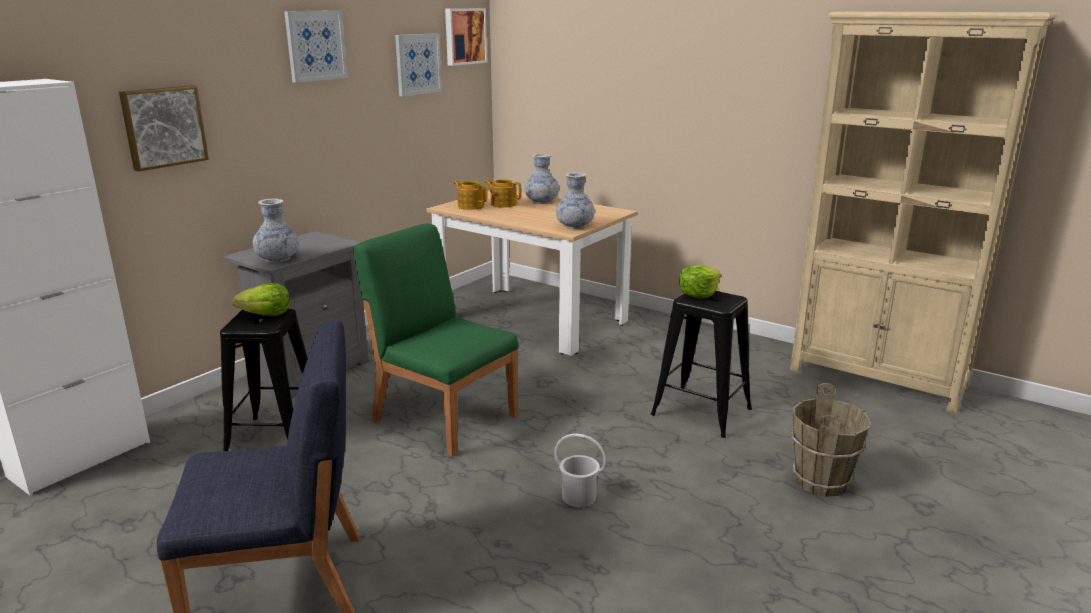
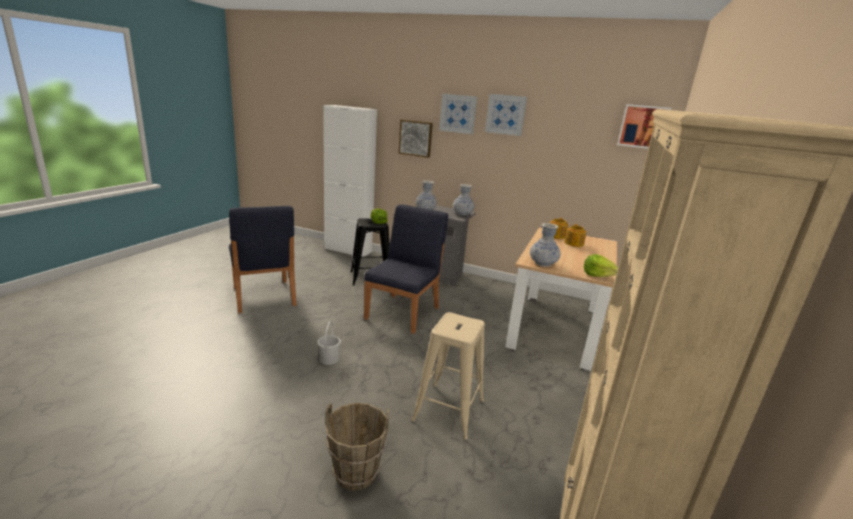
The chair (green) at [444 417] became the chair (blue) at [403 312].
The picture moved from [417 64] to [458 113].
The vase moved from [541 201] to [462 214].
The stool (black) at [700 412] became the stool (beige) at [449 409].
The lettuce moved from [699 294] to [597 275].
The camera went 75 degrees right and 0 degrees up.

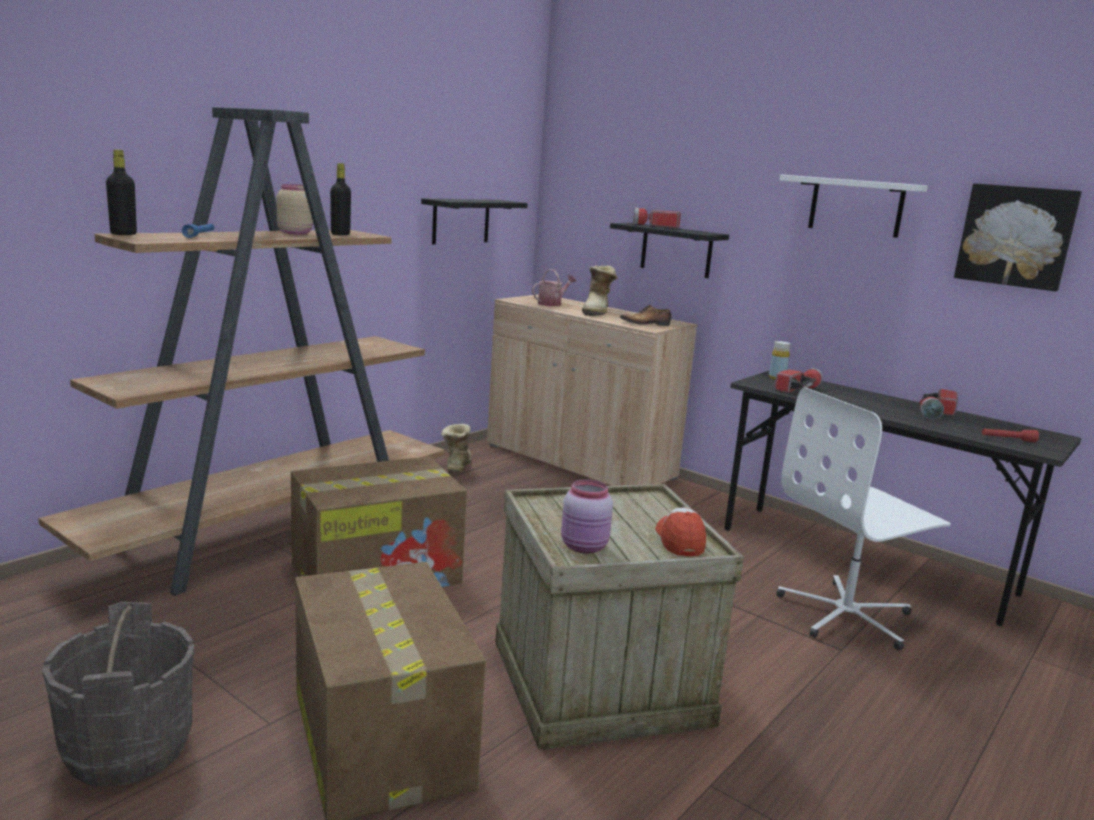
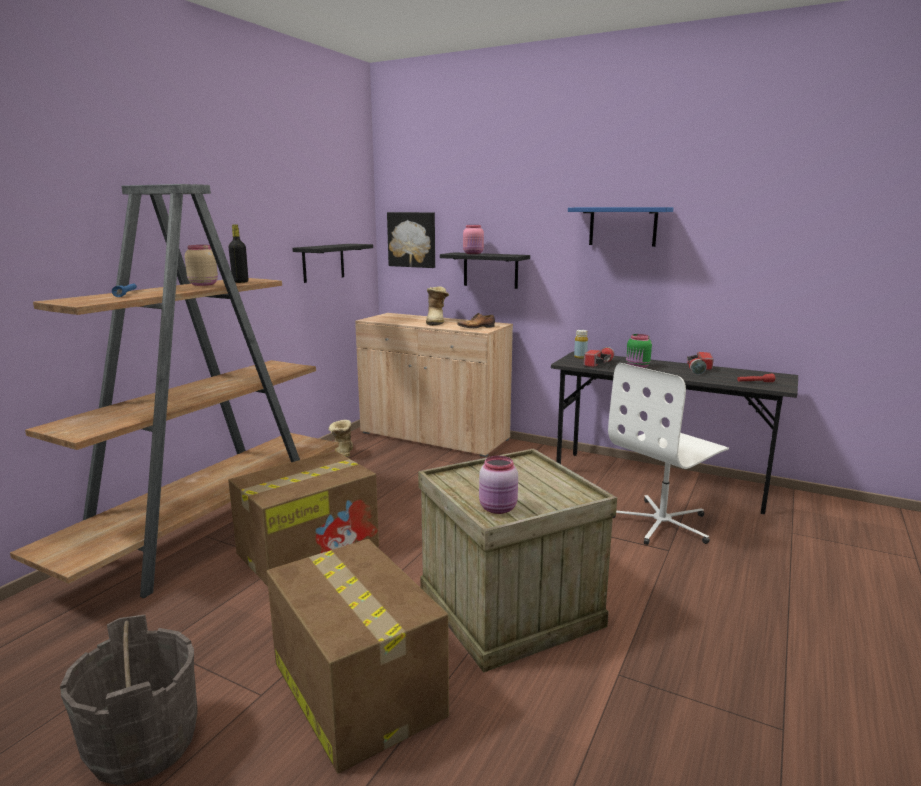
The bottle (black) at [123 234] disappeared.
The watering can at [552 304] disappeared.
The flashlight at [655 226] was replaced by the jar (pink) at [473 253].
The cap at [679 540] disappeared.
The shelf (white) at [856 206] became the shelf (blue) at [622 226].
The picture moved from [1016 236] to [412 239].
The jar (green) at [637 366] appeared.
The camera went 10 degrees left and 0 degrees up.

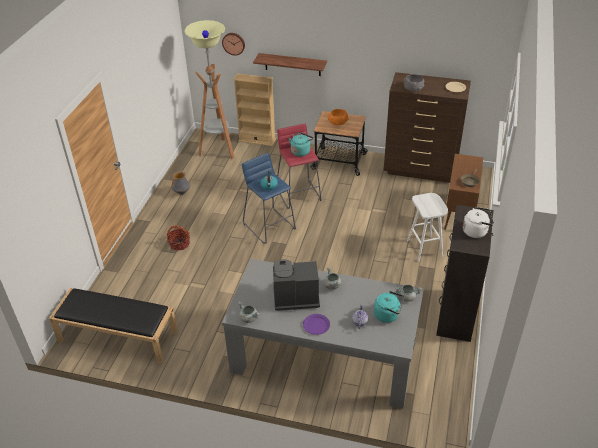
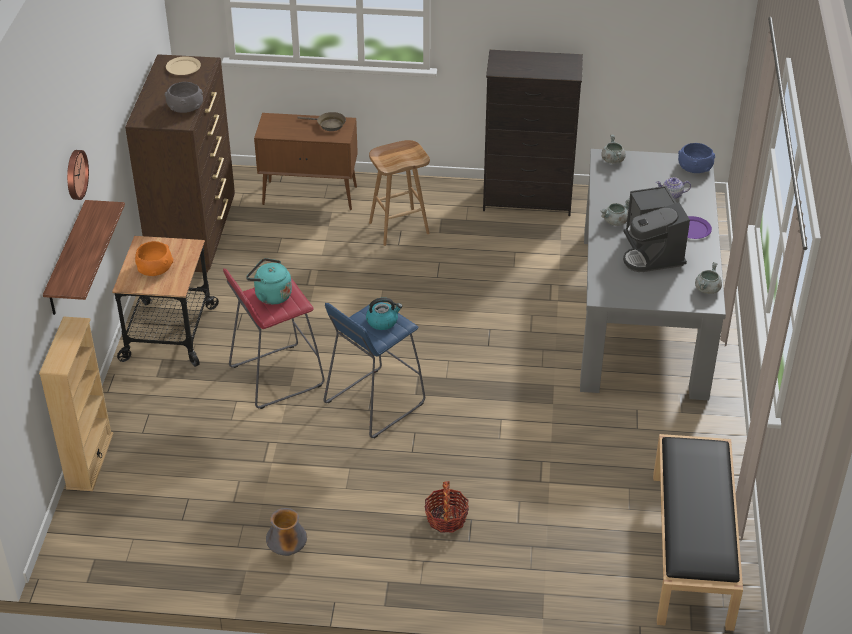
The floor lamp at [218 151] disappeared.
The wall clock moved from [233 43] to [75 174].
The kettle (turquoise) at [388 315] disappeared.
The stool (white) at [425 248] became the stool (brown) at [399 227].
The kettle (white) at [476 231] disappeared.
The bowl (blue) at [694 167] appeared.
The camera went 100 degrees left and 0 degrees up.

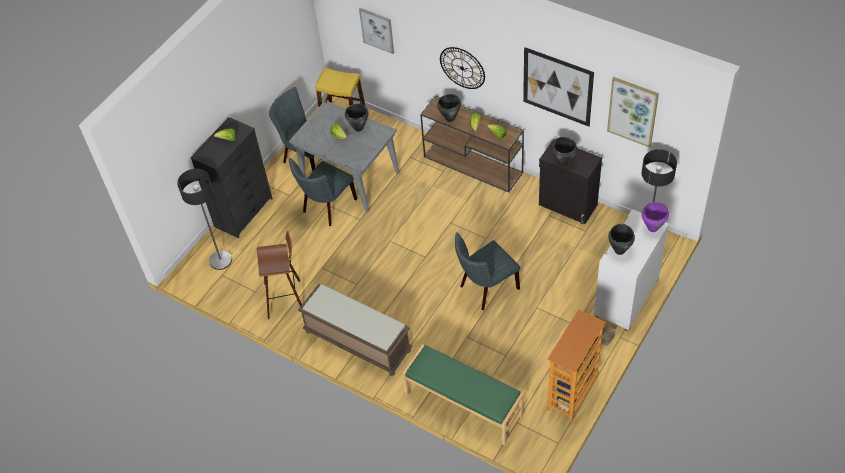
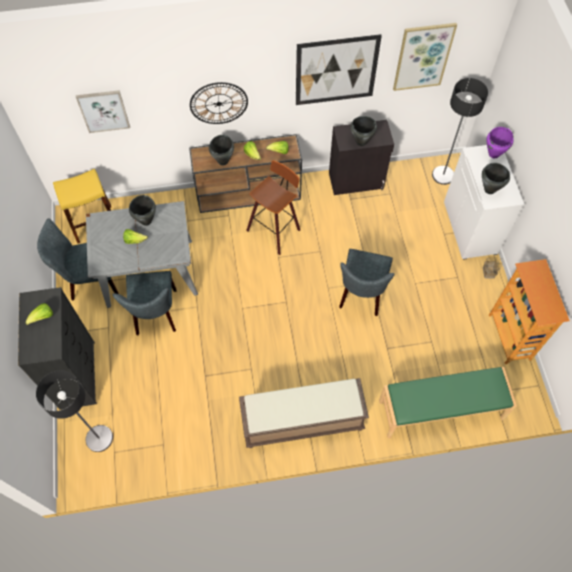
The stool moved from [285 297] to [275 230].
The camera went 45 degrees left and 10 degrees up.

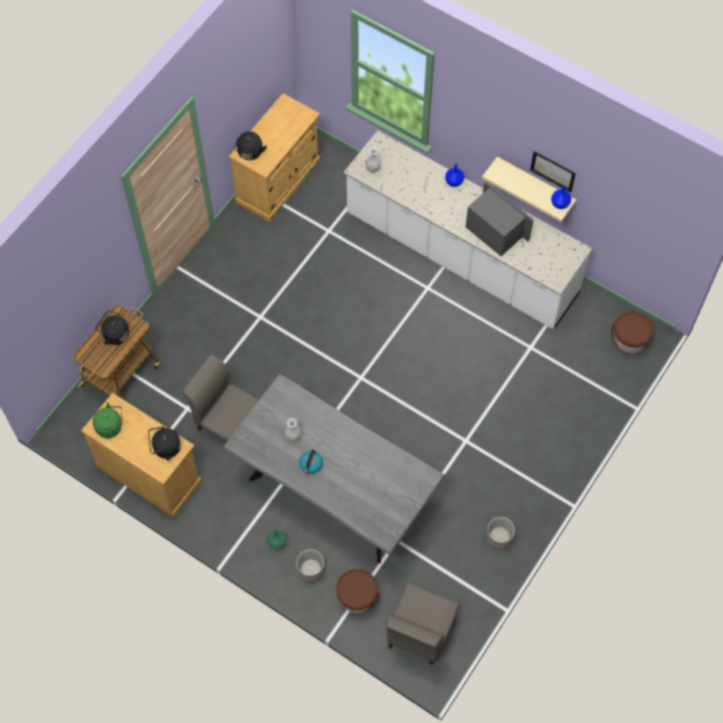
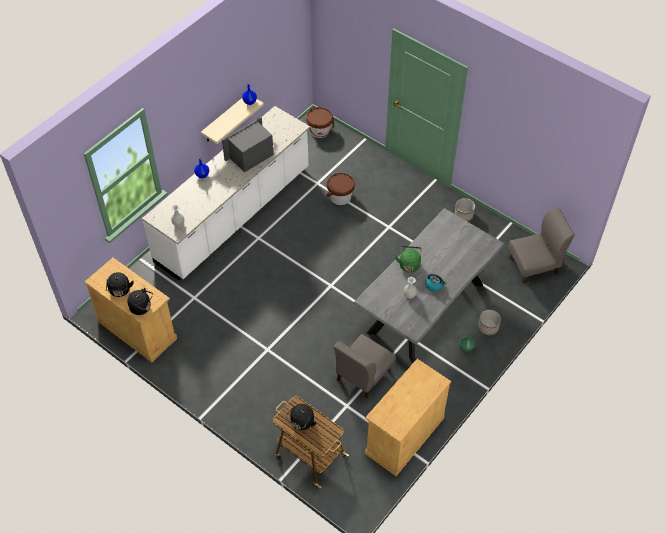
The kettle (green) moved from [111 427] to [409 264].
The kettle (black) moved from [165 448] to [120 291].
The bucket (brown) moved from [357 597] to [340 197].
The chair (grey) at [419 632] turned 45 degrees counterclockwise.
The picture at [552 171] disappeared.
The camera went 85 degrees left and 10 degrees down.

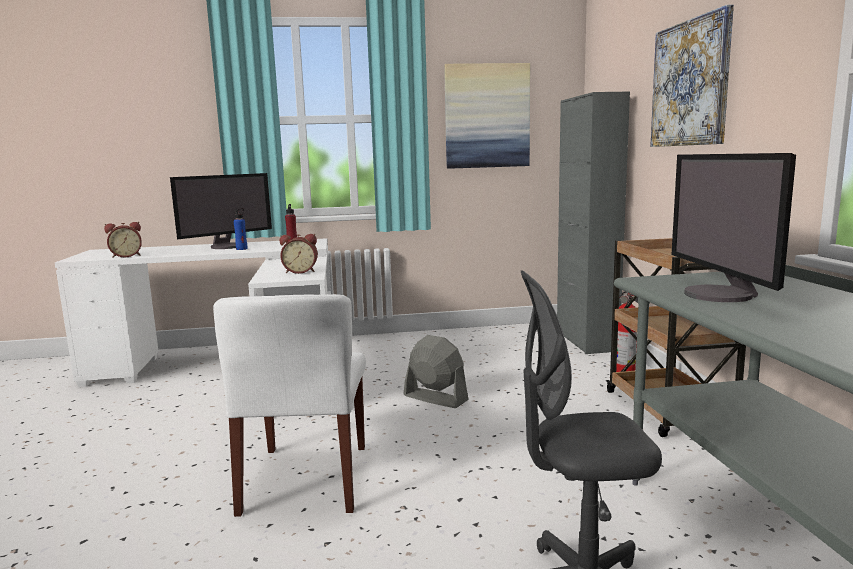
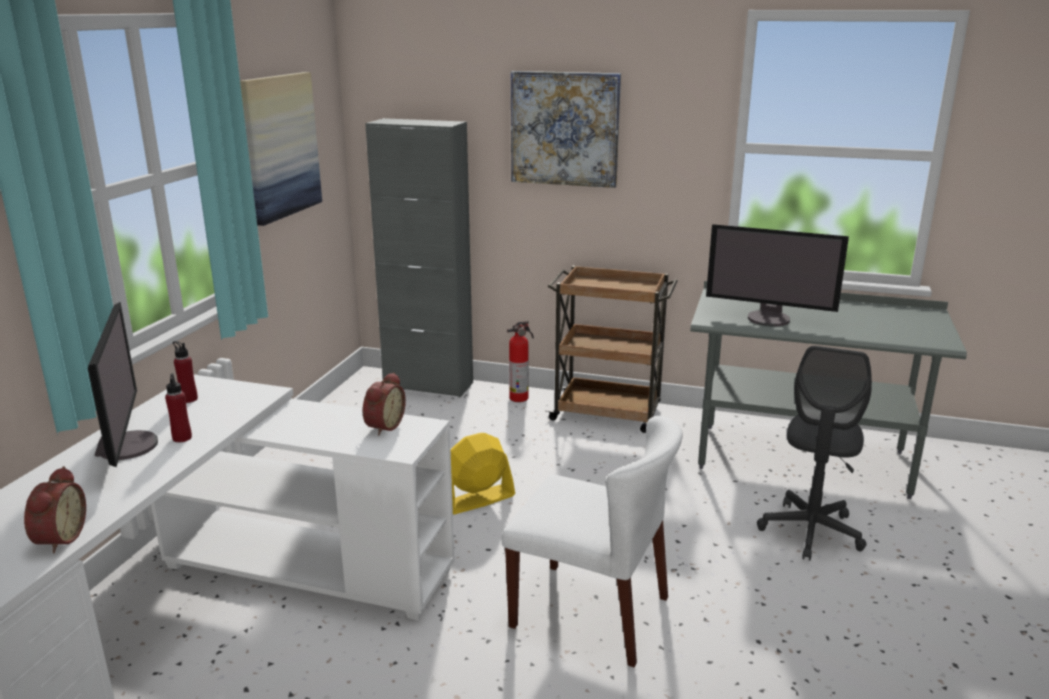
The bottle (blue) at [242 249] became the bottle (red) at [182 438].
The fan (grey) at [435 398] became the fan (yellow) at [478 499].
The camera went 65 degrees left and 10 degrees up.

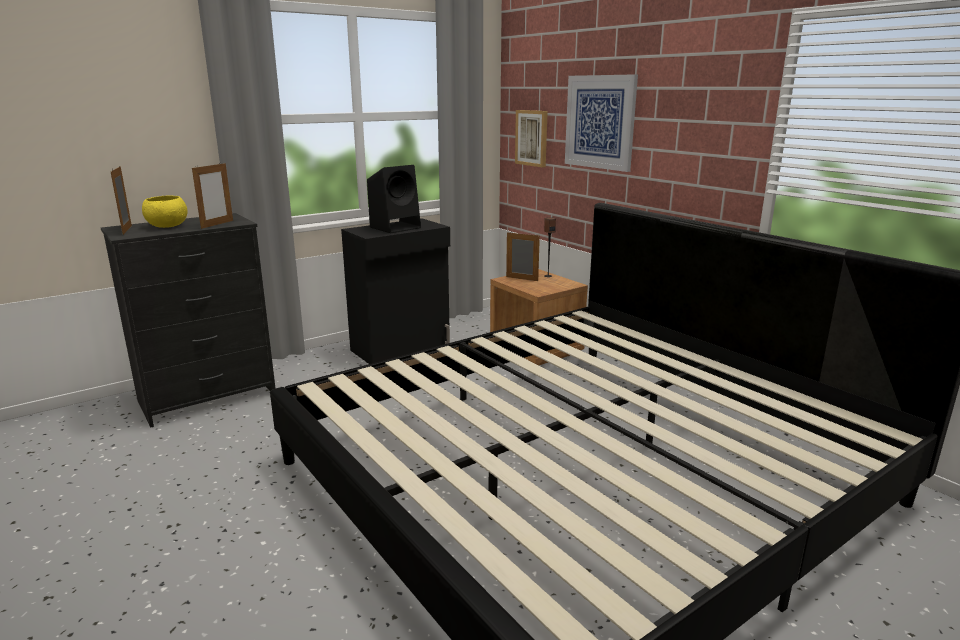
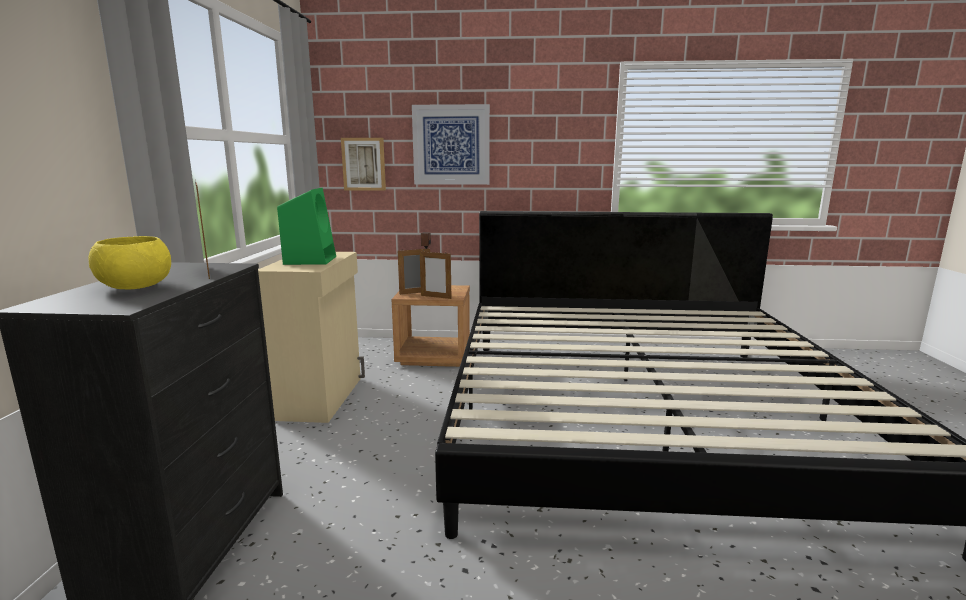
The picture frame moved from [127 230] to [436 297].
The cabinet (black) at [402 348] became the cabinet (beige) at [321 397].
The speaker (black) at [396 227] became the speaker (green) at [310 260].
The camera went 50 degrees left and 5 degrees down.

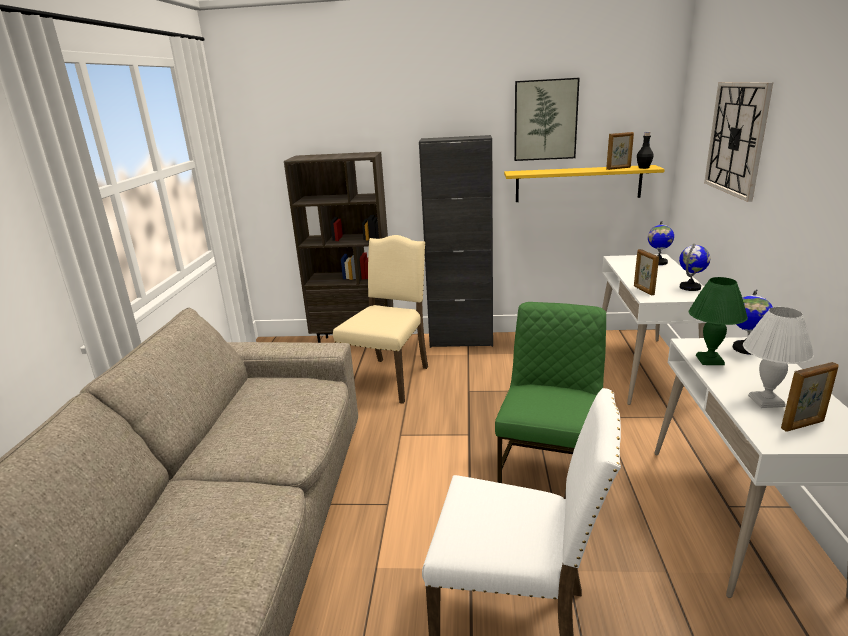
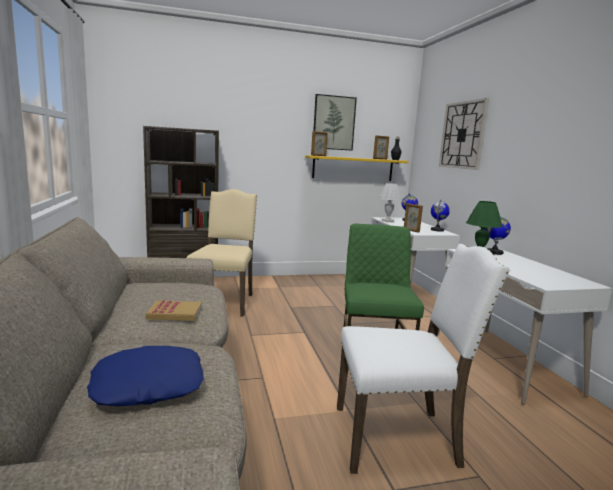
The cabinet (black) at [461 341] disappeared.
The table lamp (white) moved from [765 400] to [387 221].
The picture frame moved from [803 425] to [318 155].
The pillow (blue) at [148 384] appeared.
The book at [175 313] appeared.
The camera went 20 degrees left and 10 degrees down.

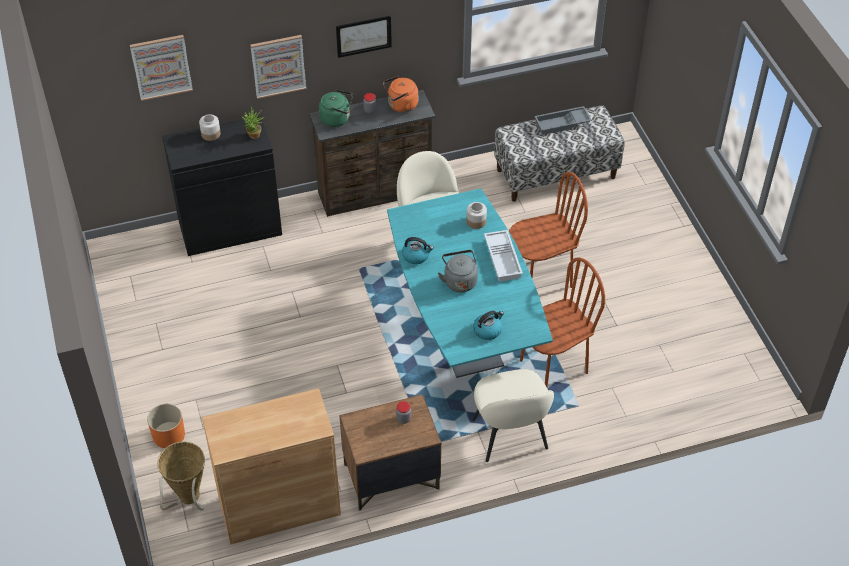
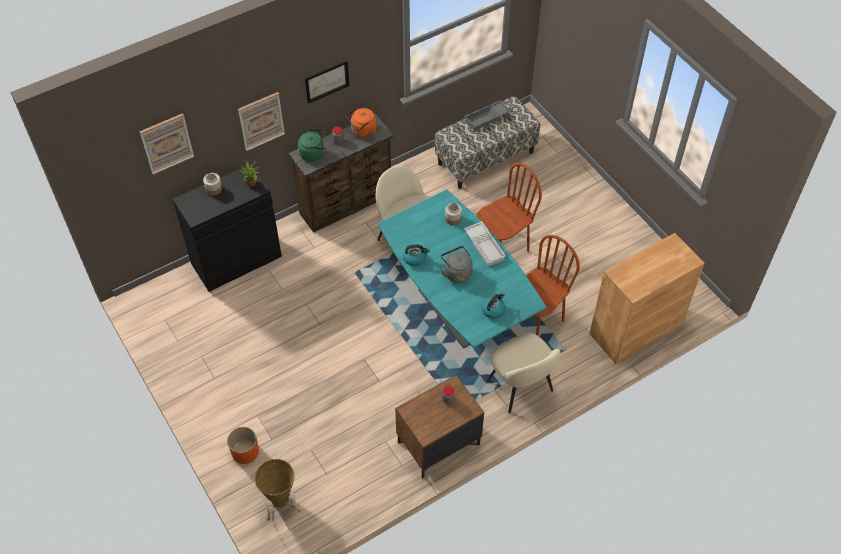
The cabinet (brown) moved from [279 506] to [635 329].
The camera went 15 degrees left and 5 degrees up.

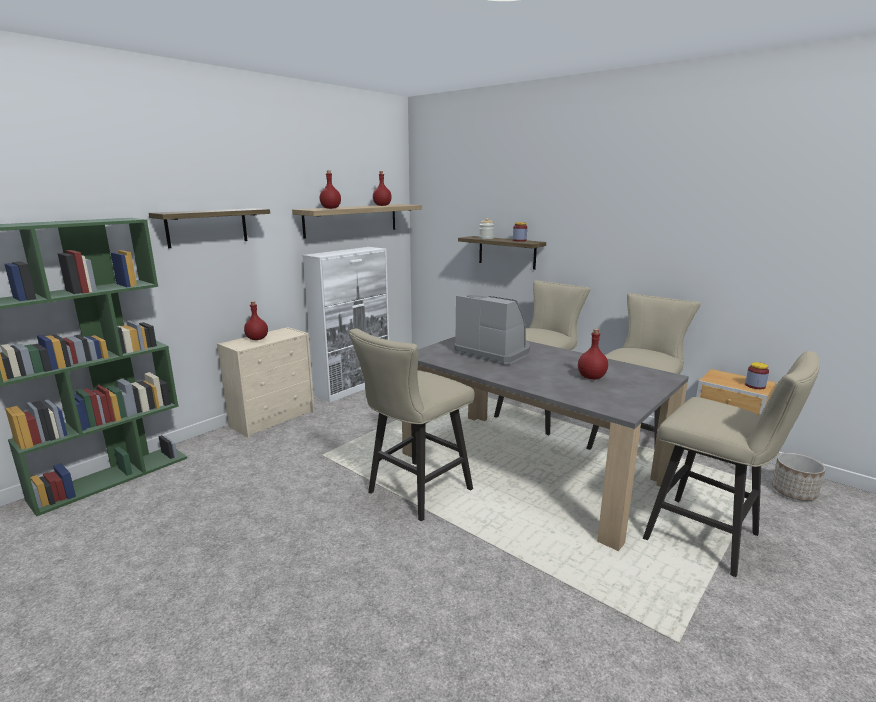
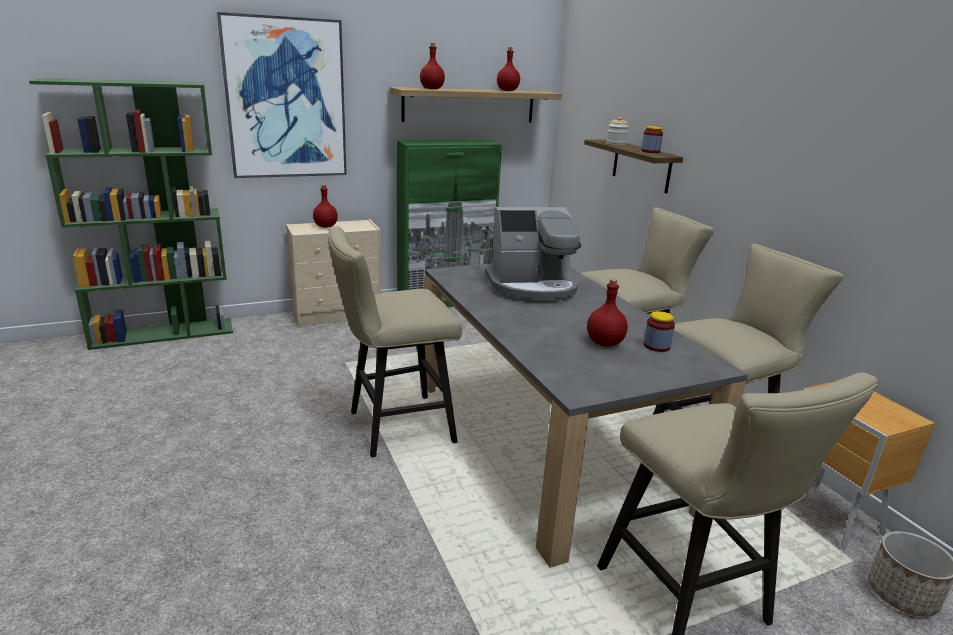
The shelf at [207 227] was replaced by the picture at [286 99].
The cabinet (white) at [354 387] became the cabinet (green) at [445 301].
The coffee machine at [494 352] turned 105 degrees clockwise.
The jar moved from [755 386] to [656 346].
The camera went 25 degrees right and 5 degrees up.

